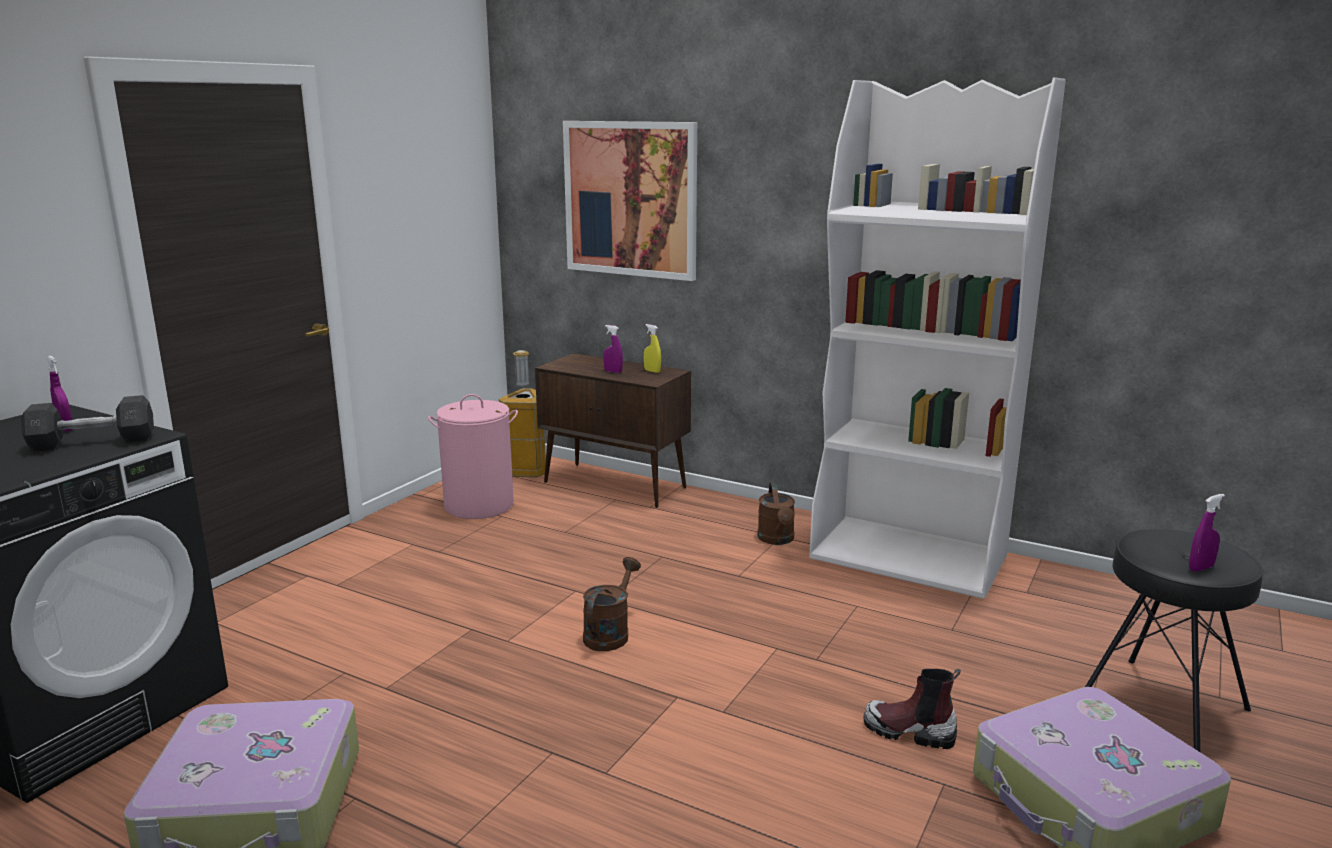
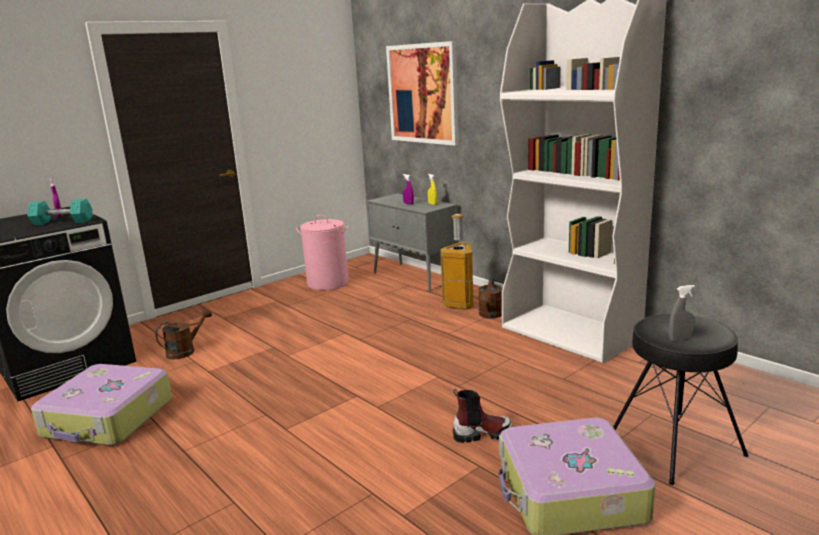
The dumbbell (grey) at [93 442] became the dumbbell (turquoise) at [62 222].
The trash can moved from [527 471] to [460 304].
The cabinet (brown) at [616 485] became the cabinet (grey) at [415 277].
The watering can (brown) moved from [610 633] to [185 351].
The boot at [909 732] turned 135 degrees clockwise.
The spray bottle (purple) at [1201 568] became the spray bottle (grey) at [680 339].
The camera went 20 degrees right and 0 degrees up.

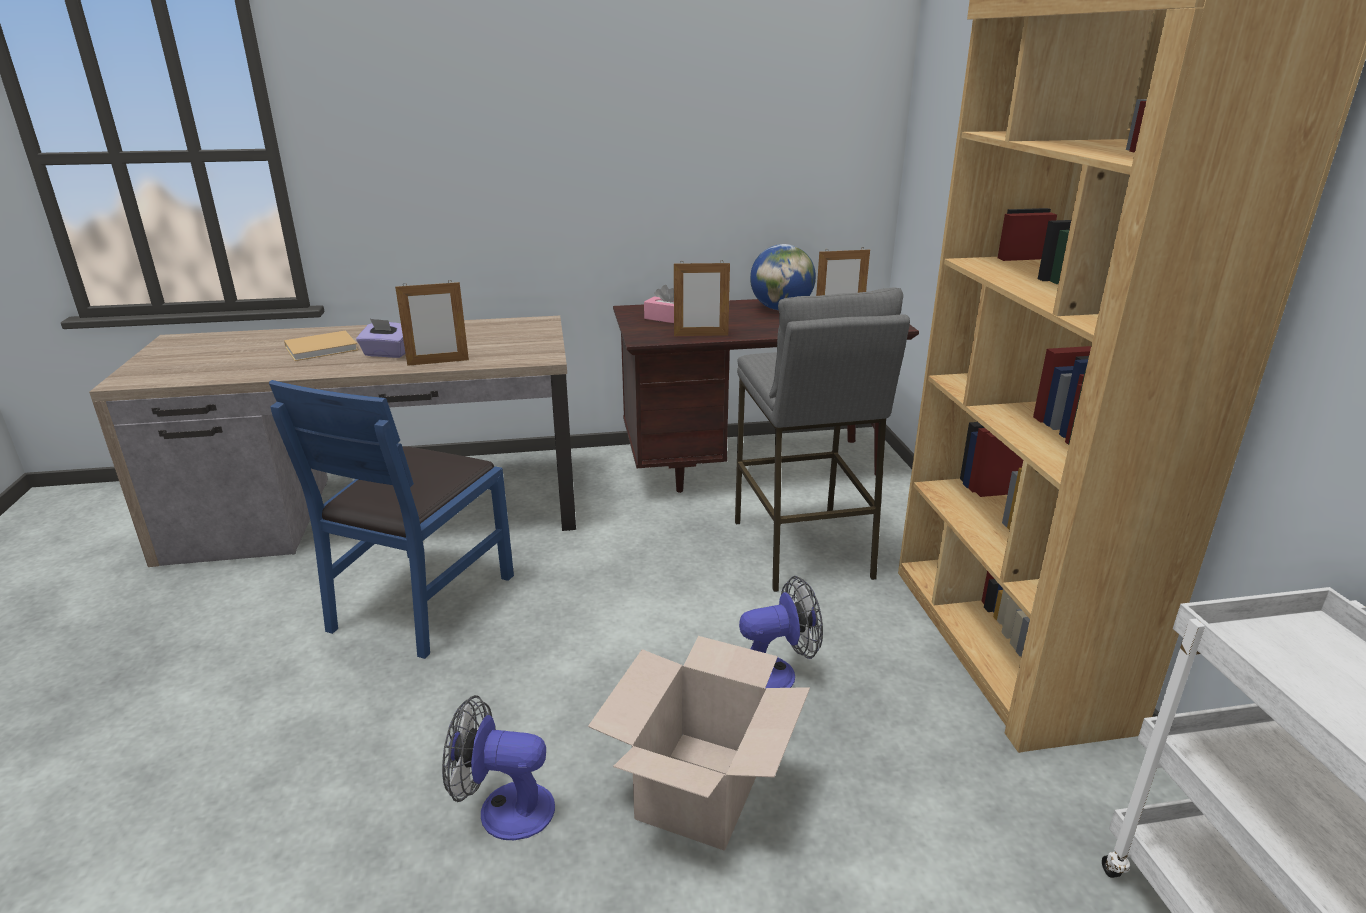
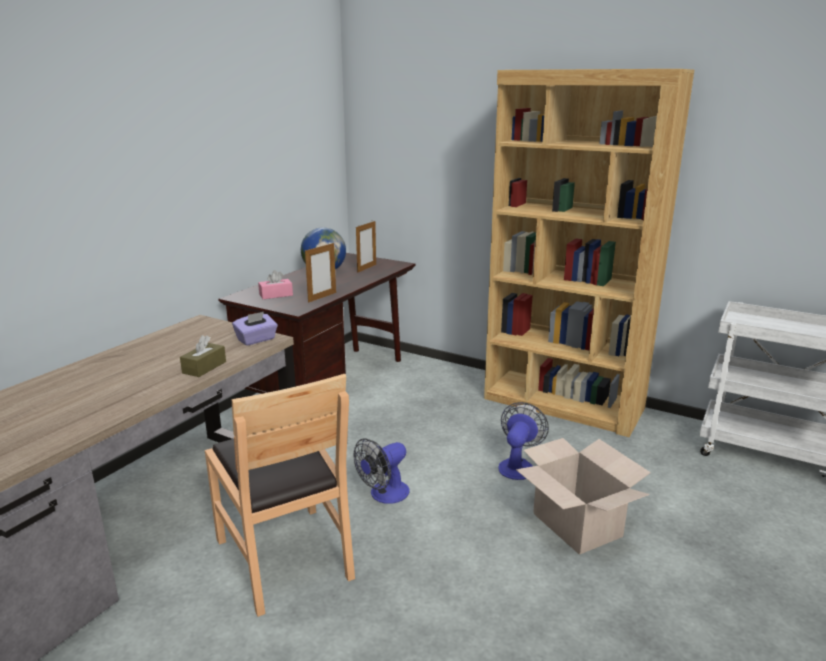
The chair (blue) at [421 601] became the chair (brown) at [285 557].
The book (beige) at [324 348] disappeared.
The tissue box (purple) moved from [387 354] to [256 340].
The picture frame at [438 362] was replaced by the tissue box (brown) at [204 367].
The fan moved from [503 809] to [384 495].
The stool (grey) at [802 549] disappeared.
The camera went 50 degrees left and 5 degrees down.

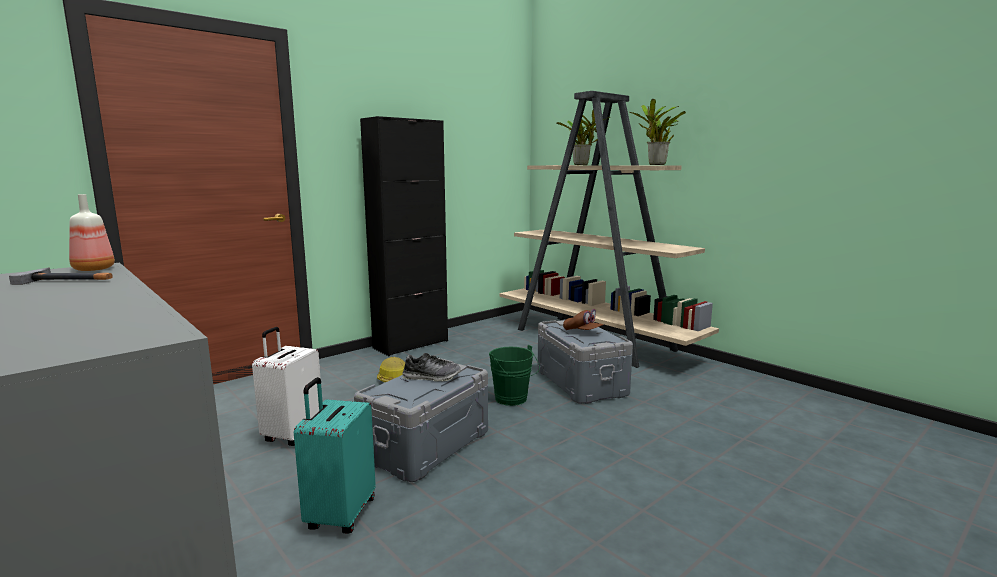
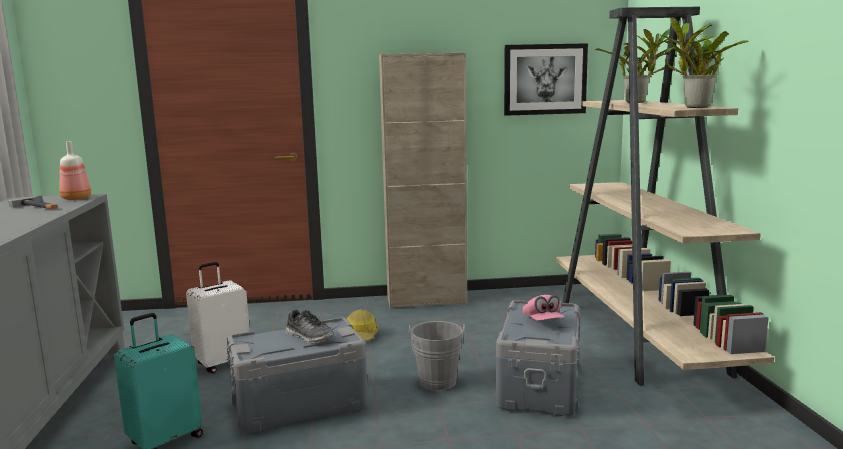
The cabinet (black) at [411 344] became the cabinet (beige) at [426 300].
The bucket (green) at [513 400] became the bucket (grey) at [437 384].
The cap (brown) at [582 332] became the cap (pink) at [543 322].
The picture at [545 79] appeared.
The camera went 35 degrees right and 0 degrees up.

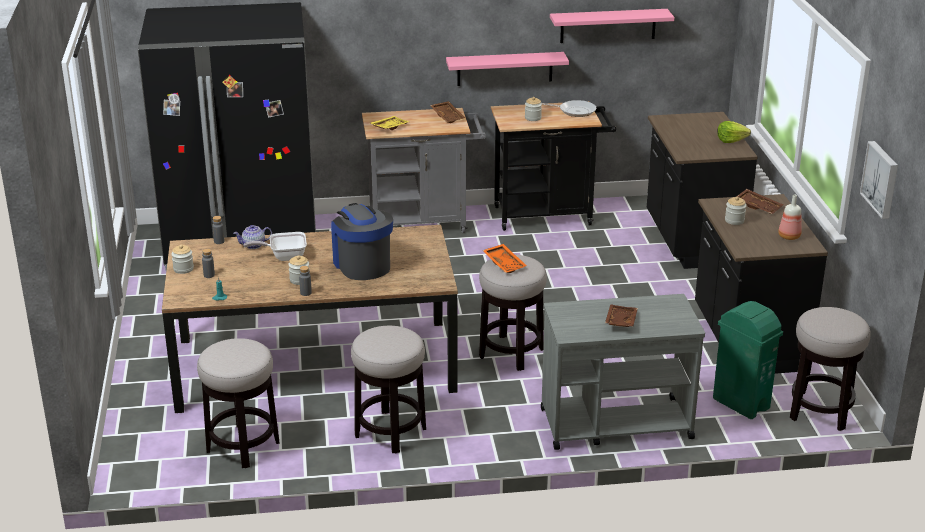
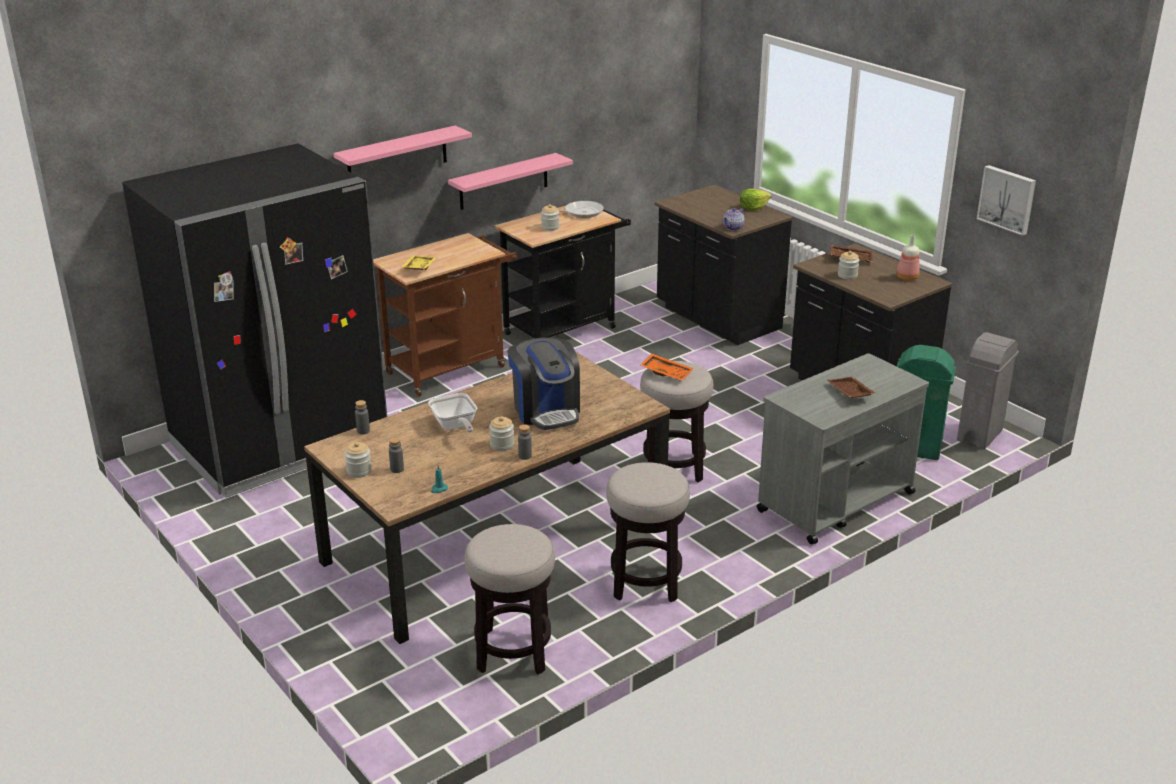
The teapot moved from [254 245] to [733 228].
The frying pan at [284 256] turned 75 degrees counterclockwise.
The coffee machine at [362 264] turned 150 degrees counterclockwise.
The cart (grey) at [424 222] became the cart (brown) at [452 367].
The tray (brown) at [448 116] disappeared.
The shelf (pink) moved from [608 25] to [397 156].
The stool at [820 411] was replaced by the trash can (grey) at [980 435].
The camera went 30 degrees left and 0 degrees up.

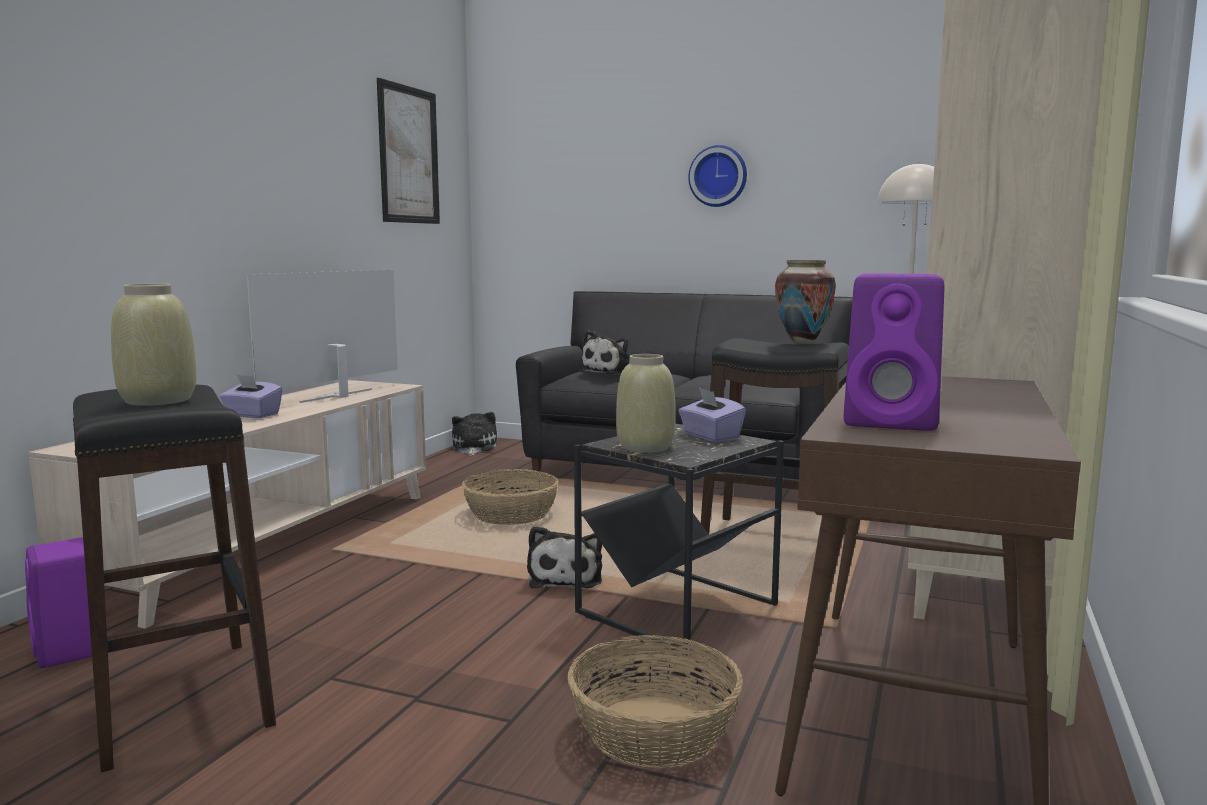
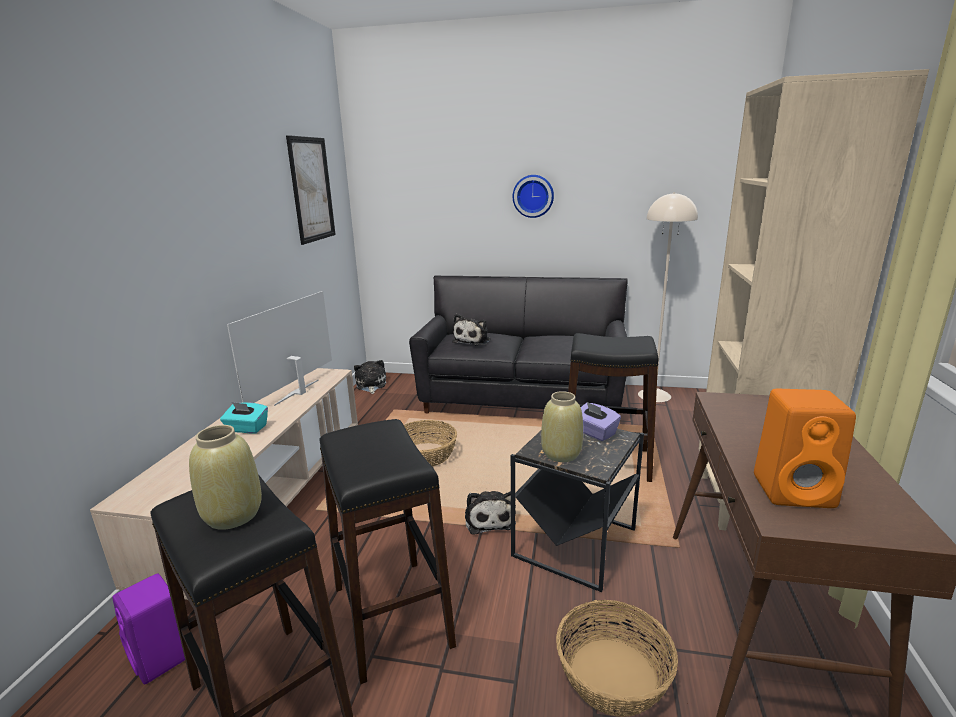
The tissue box (purple) at [252 415] became the tissue box (turquoise) at [247 429].
The vase at [802 343] disappeared.
The speaker (purple) at [894 421] became the speaker (orange) at [795 491].
The stool (black) at [391 615] appeared.
The camera went 10 degrees left and 10 degrees up.

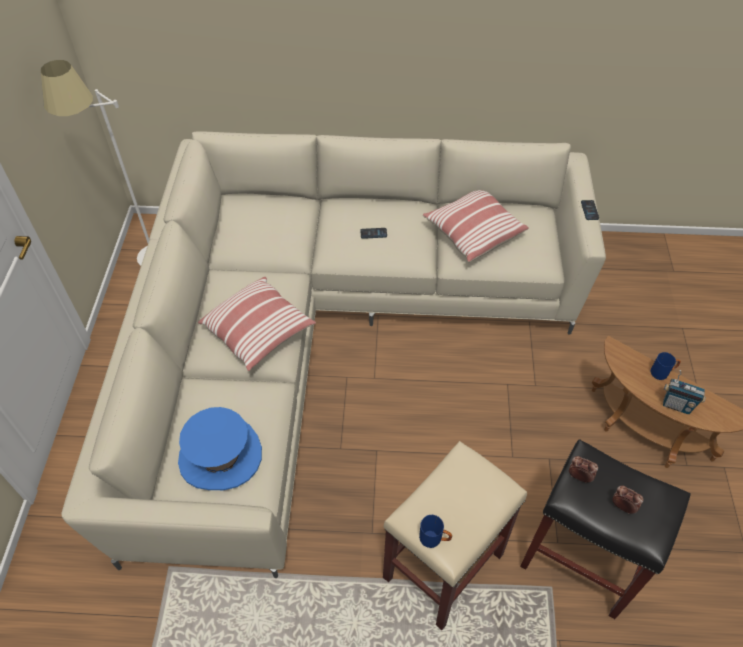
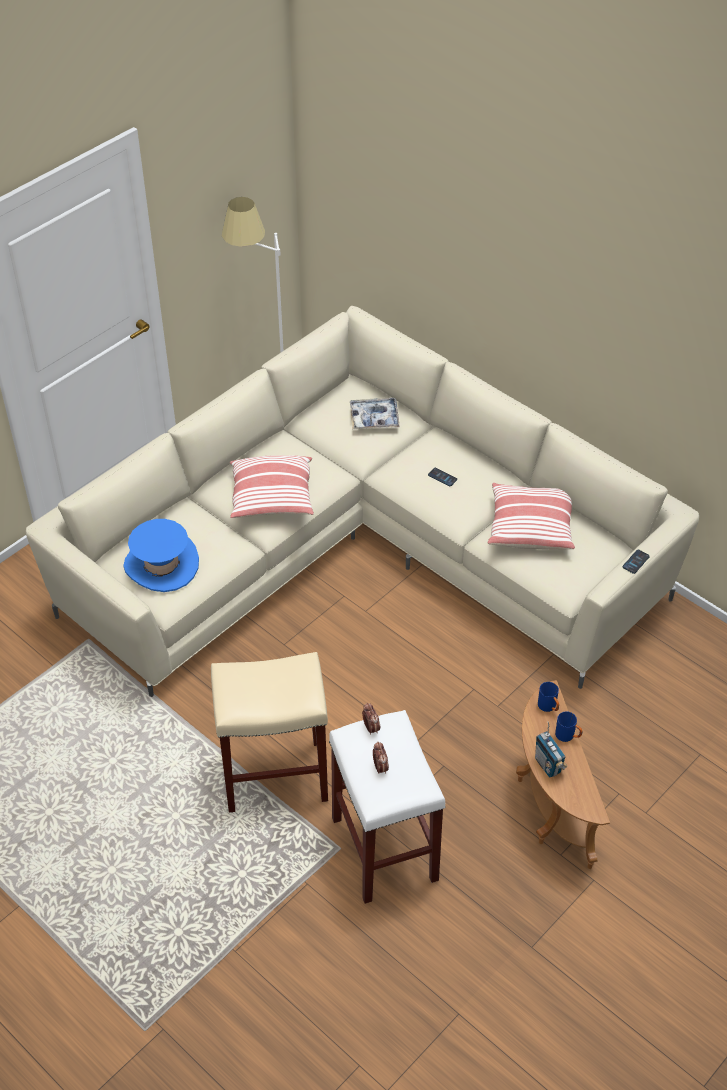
The mug (blue) moved from [434 539] to [549 707].
The stool (black) at [578 560] became the stool (white) at [383 848].
The tray at [374 418] appeared.
The camera went 40 degrees right and 5 degrees down.

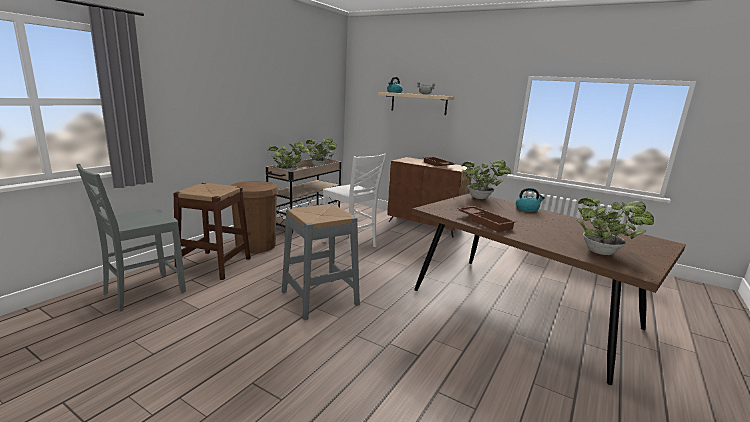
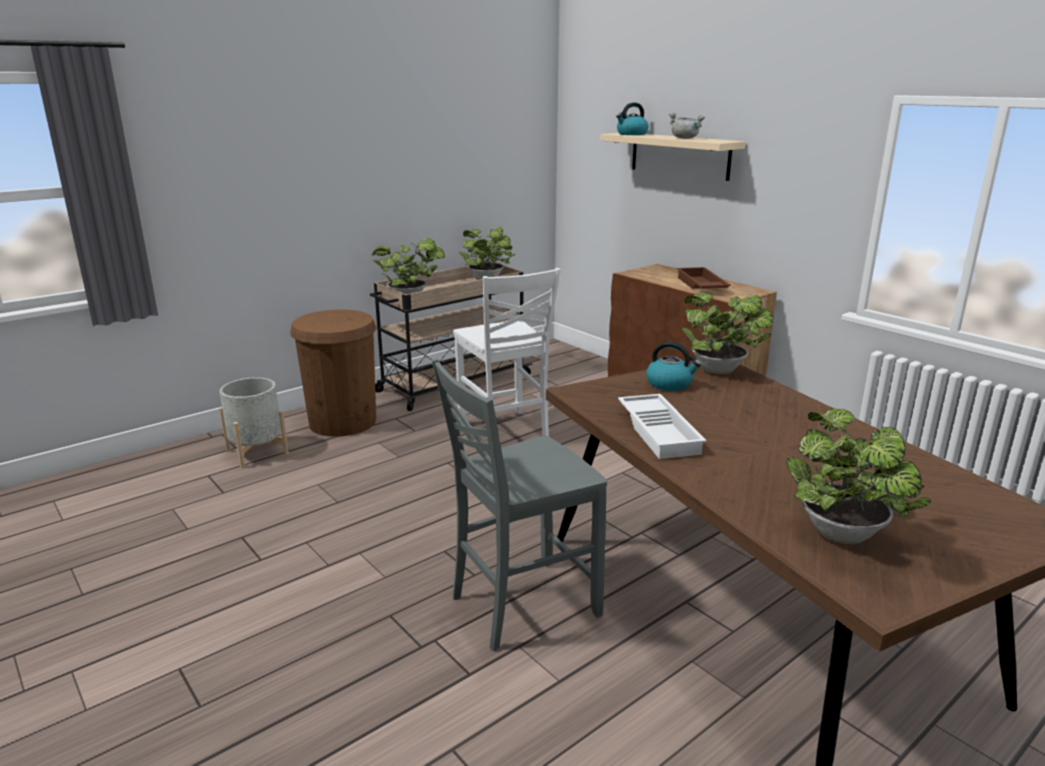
The chair (grey) moved from [142 292] to [521 605].
The stool (brown) at [214 265] was replaced by the planter (grey) at [257 452].
The stool (grey) at [319 298] disappeared.
The tray (brown) at [485 222] became the tray (white) at [660 432].
The kettle moved from [527 209] to [670 384].
The camera went 20 degrees right and 5 degrees up.

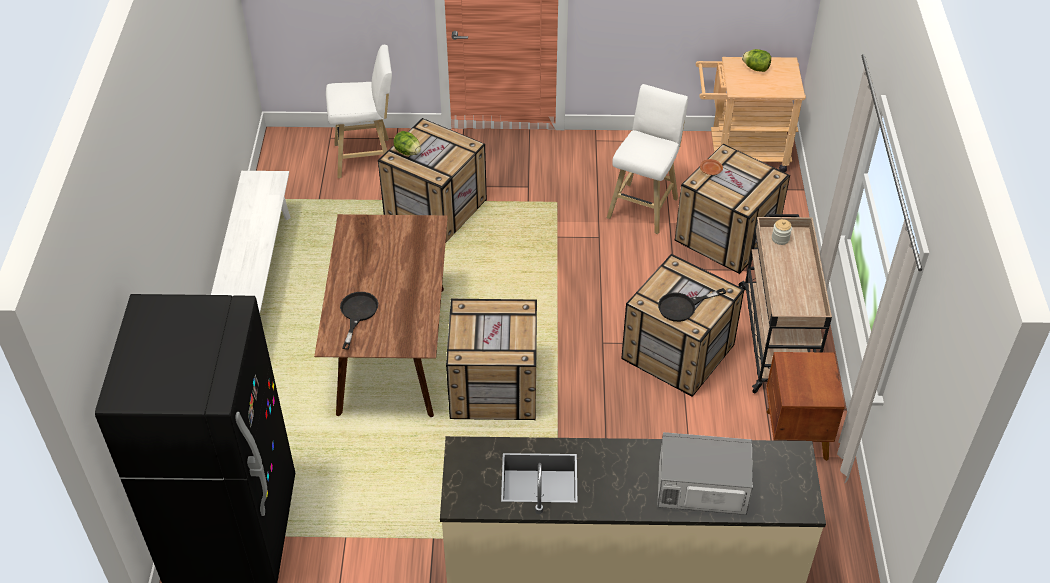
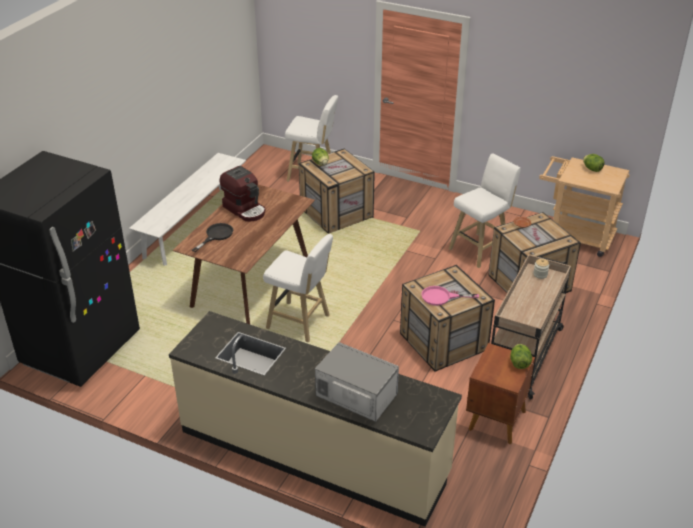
The crate at [494 387] was replaced by the stool (white) at [300 323].
The frying pan (black) at [683 306] became the frying pan (pink) at [441 297].
The coffee machine at [245 209] appeared.
The lettuce at [519 363] appeared.
The camera went 25 degrees right and 10 degrees down.

